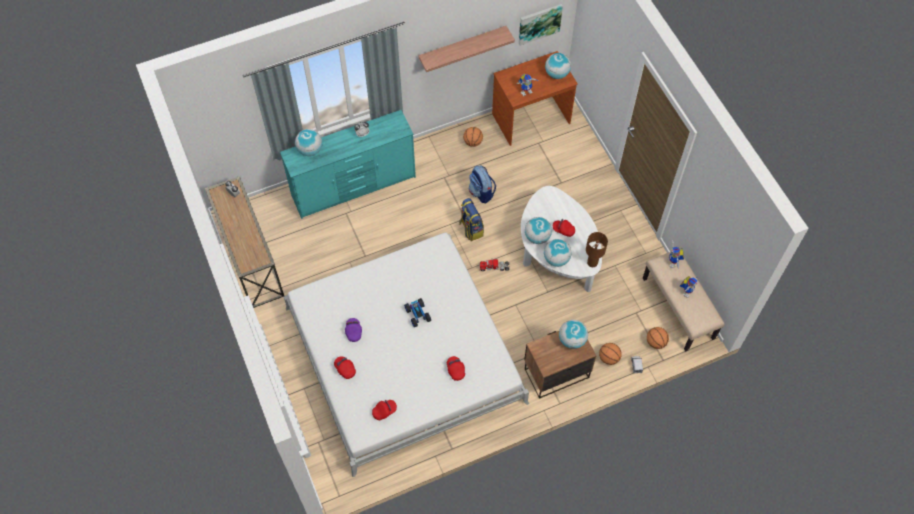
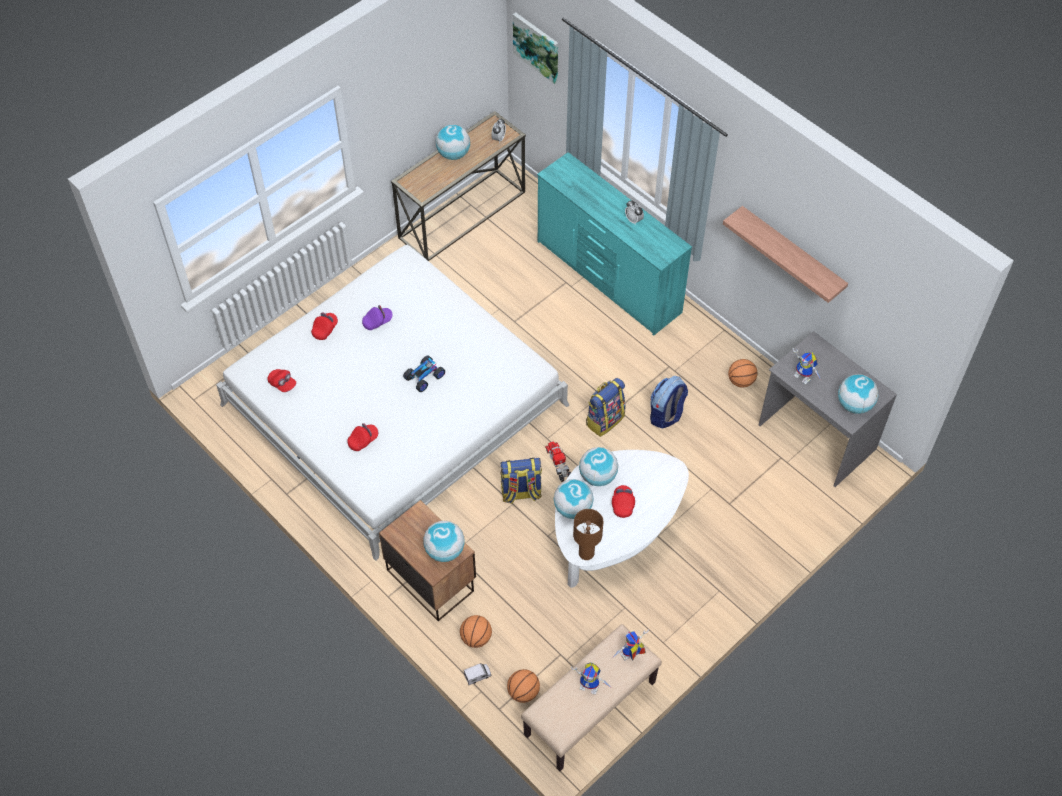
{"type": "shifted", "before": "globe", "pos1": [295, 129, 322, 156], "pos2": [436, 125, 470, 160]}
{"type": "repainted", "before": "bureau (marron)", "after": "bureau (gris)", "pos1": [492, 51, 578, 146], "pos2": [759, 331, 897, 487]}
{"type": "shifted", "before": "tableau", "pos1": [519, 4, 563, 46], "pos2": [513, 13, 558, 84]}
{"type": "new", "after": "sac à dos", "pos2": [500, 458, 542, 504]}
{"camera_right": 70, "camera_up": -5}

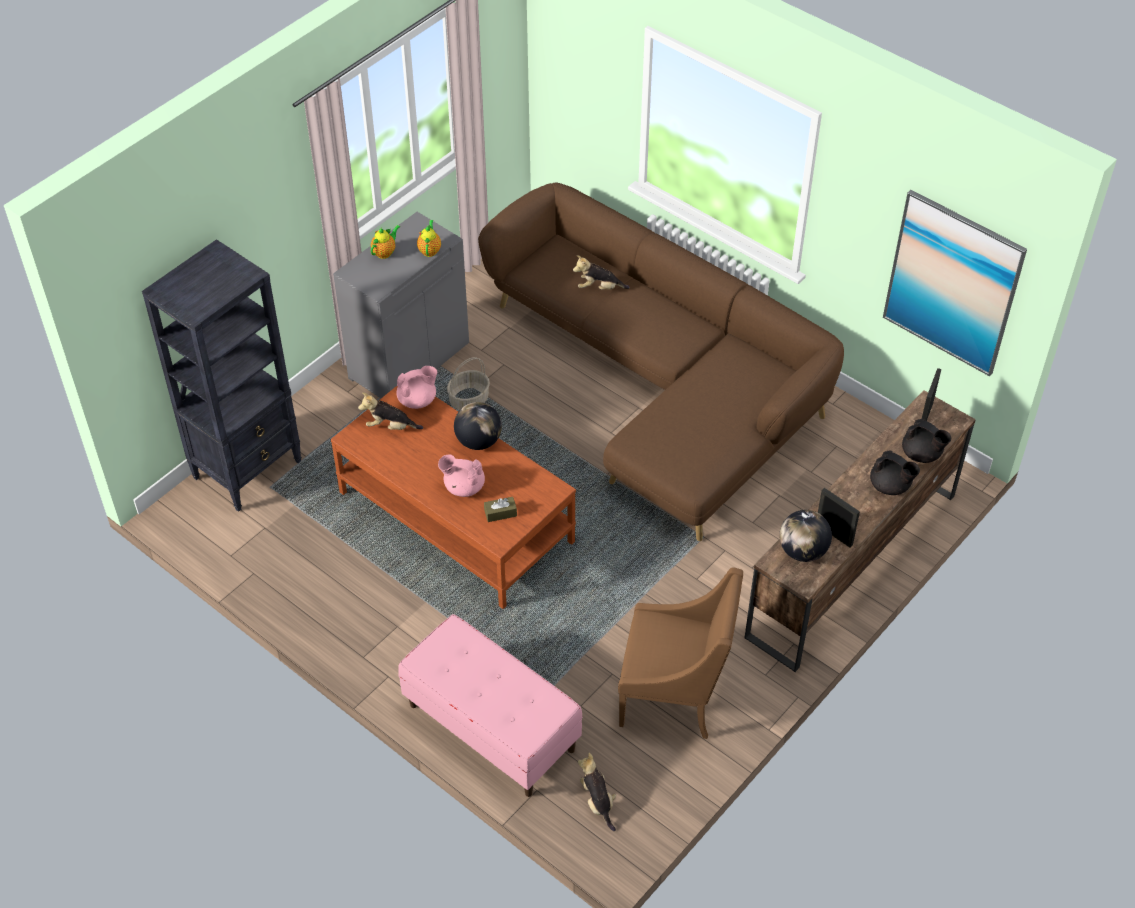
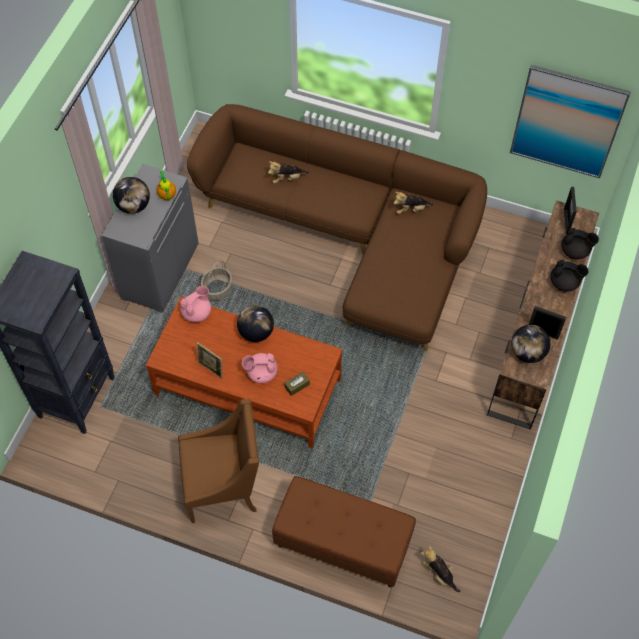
{"type": "shifted", "before": "peluche", "pos1": [358, 392, 423, 430], "pos2": [394, 192, 433, 214]}
{"type": "swapped", "before": "théière", "after": "globe", "pos1": [371, 225, 400, 259], "pos2": [113, 177, 150, 214]}
{"type": "repainted", "before": "banc (rose)", "after": "banc (marron)", "pos1": [398, 614, 582, 797], "pos2": [272, 476, 416, 587]}
{"type": "shifted", "before": "fauteuil (marron)", "pos1": [618, 567, 743, 739], "pos2": [178, 399, 259, 523]}
{"type": "new", "after": "cadre photo", "pos2": [197, 342, 222, 379]}
{"camera_right": -20, "camera_up": 10}

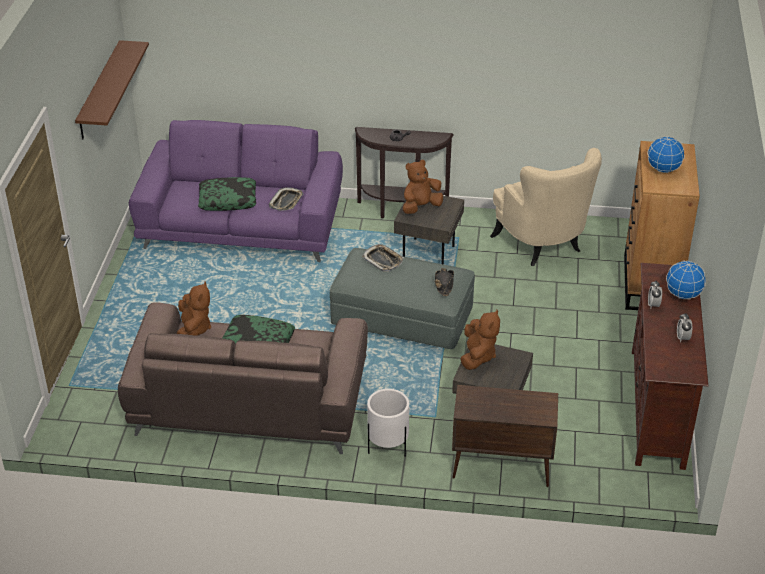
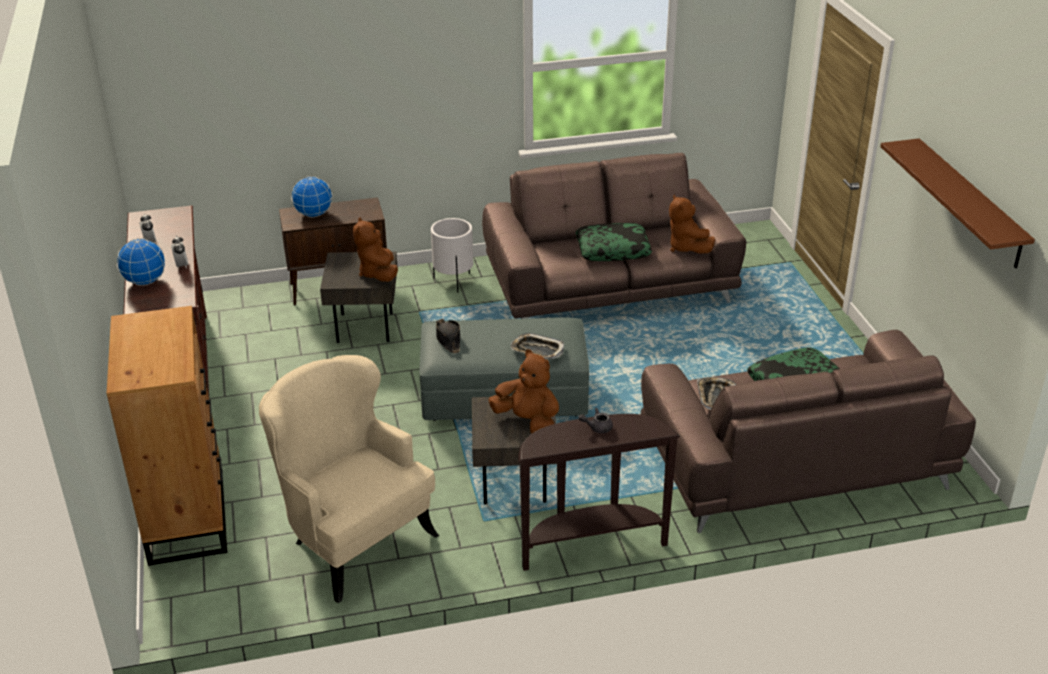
{"type": "repainted", "before": "canapé (violet)", "after": "canapé (marron)", "pos1": [129, 120, 343, 262], "pos2": [641, 330, 976, 533]}
{"type": "rotated", "before": "peluche (marron)", "pos1": [403, 160, 443, 214], "pos2": [488, 349, 559, 433], "turn": -90}
{"type": "shifted", "before": "globe", "pos1": [647, 136, 685, 173], "pos2": [291, 176, 333, 217]}
{"camera_right": 160, "camera_up": -5}

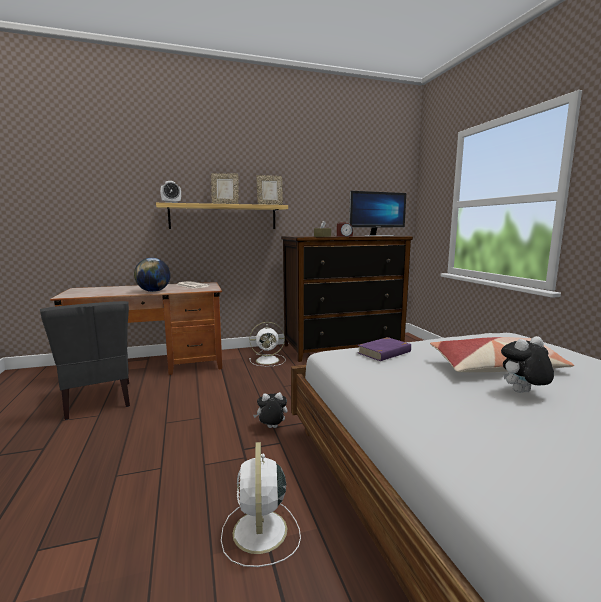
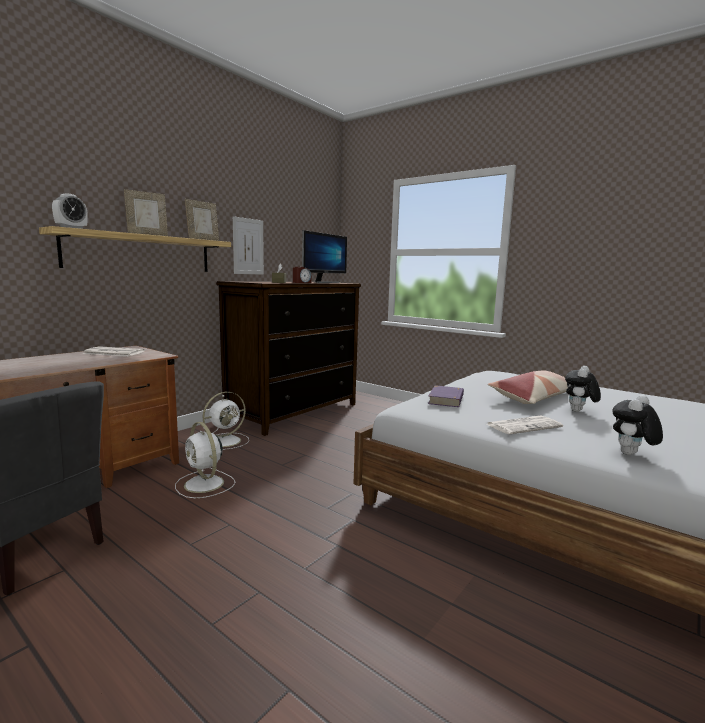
{"type": "gone", "before": "globe", "pos1": [134, 258, 171, 292]}
{"type": "shifted", "before": "ventilateur (blanc)", "pos1": [221, 442, 301, 567], "pos2": [175, 422, 235, 498]}
{"type": "shifted", "before": "peluche", "pos1": [253, 392, 288, 428], "pos2": [612, 395, 663, 455]}
{"type": "new", "after": "tableau", "pos2": [233, 216, 264, 275]}
{"type": "new", "after": "journal", "pos2": [487, 416, 563, 435]}
{"camera_right": -35, "camera_up": 0}

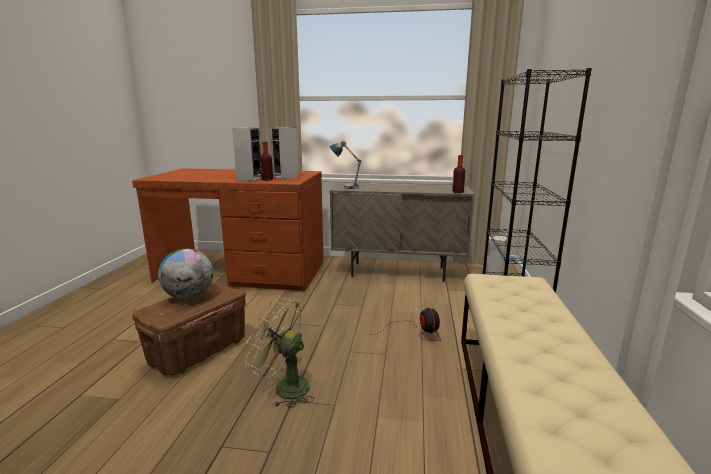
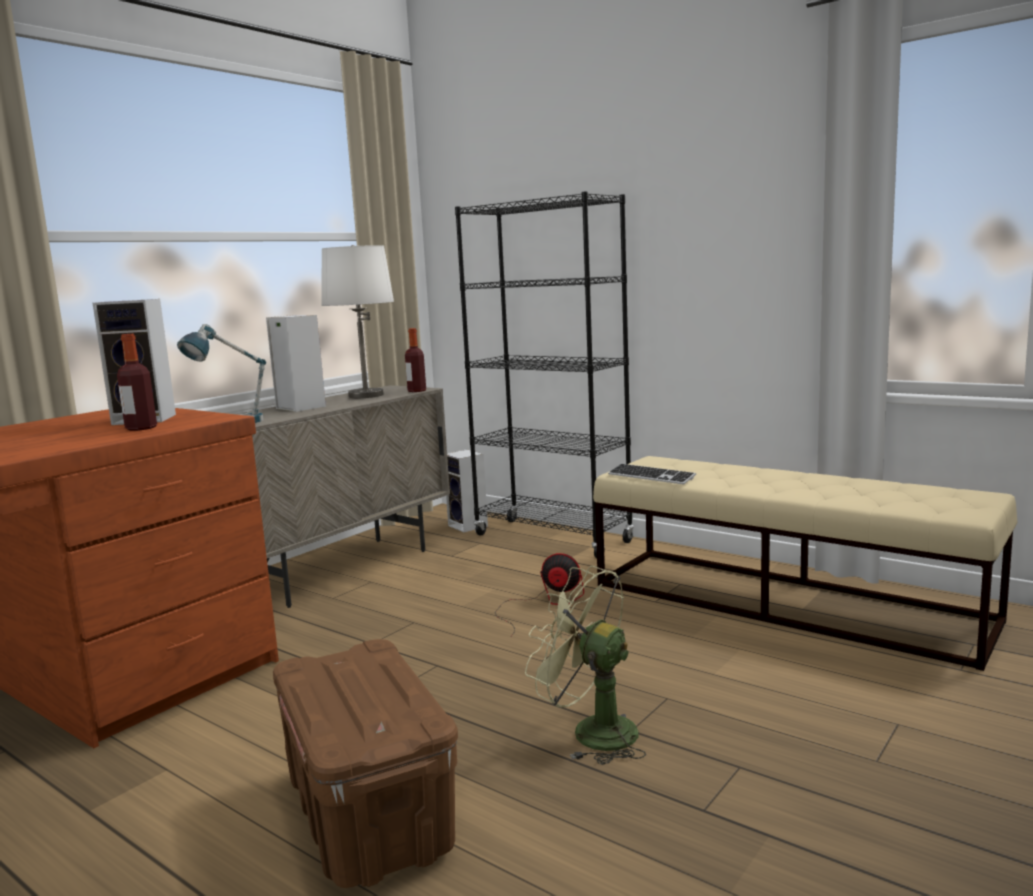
{"type": "gone", "before": "globe", "pos1": [158, 249, 213, 299]}
{"type": "shifted", "before": "enceinte", "pos1": [232, 128, 262, 181], "pos2": [266, 315, 326, 412]}
{"type": "rotated", "before": "ventilateur (vert)", "pos1": [245, 298, 314, 408], "pos2": [525, 566, 646, 765], "turn": 75}
{"type": "new", "after": "lampe de table (blanc)", "pos2": [321, 245, 394, 398]}
{"type": "new", "after": "clavier", "pos2": [608, 464, 696, 485]}
{"camera_right": -60, "camera_up": -5}

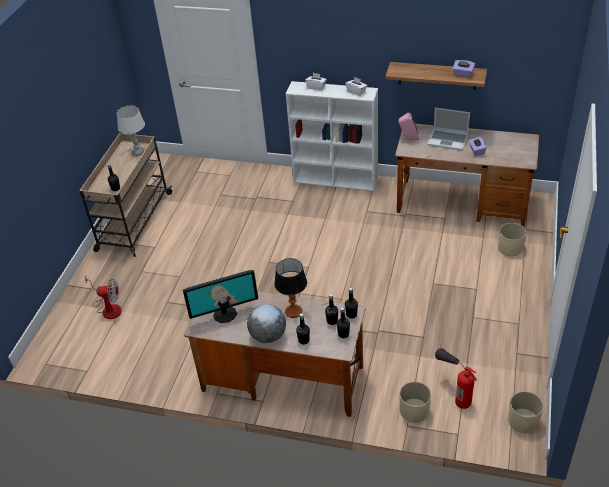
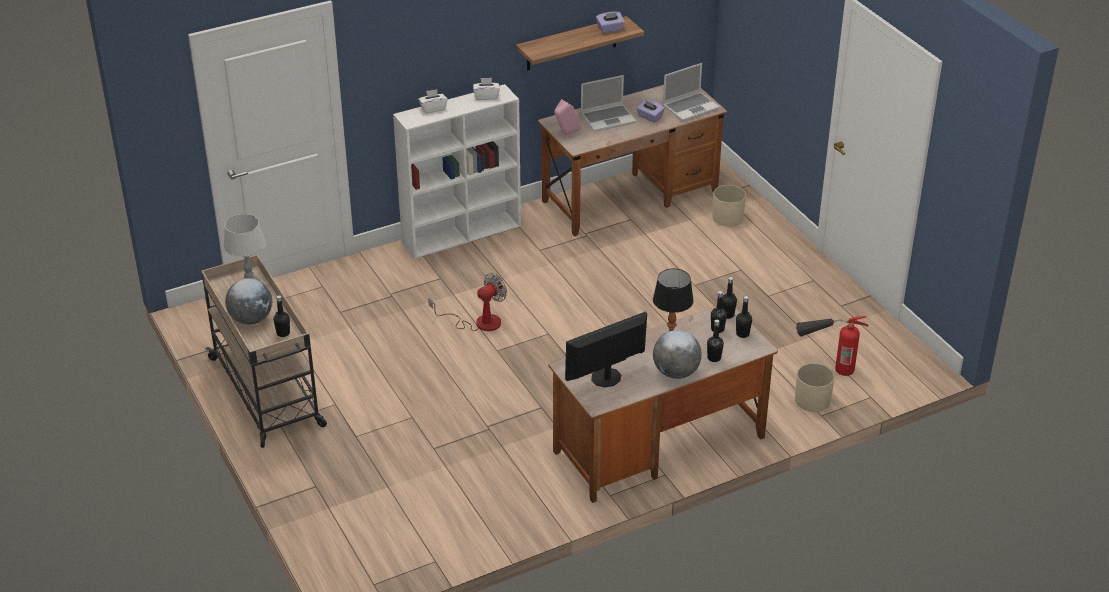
{"type": "shifted", "before": "ventilateur", "pos1": [85, 275, 122, 319], "pos2": [428, 273, 507, 331]}
{"type": "rotated", "before": "écran d'ordinateur", "pos1": [183, 270, 258, 323], "pos2": [565, 311, 647, 387], "turn": -150}
{"type": "gone", "before": "cache-pot (beige)", "pos1": [508, 391, 543, 433]}
{"type": "new", "after": "globe", "pos2": [225, 278, 272, 325]}
{"type": "new", "after": "ordinateur portable", "pos2": [663, 63, 720, 121]}
{"camera_right": -45, "camera_up": -5}

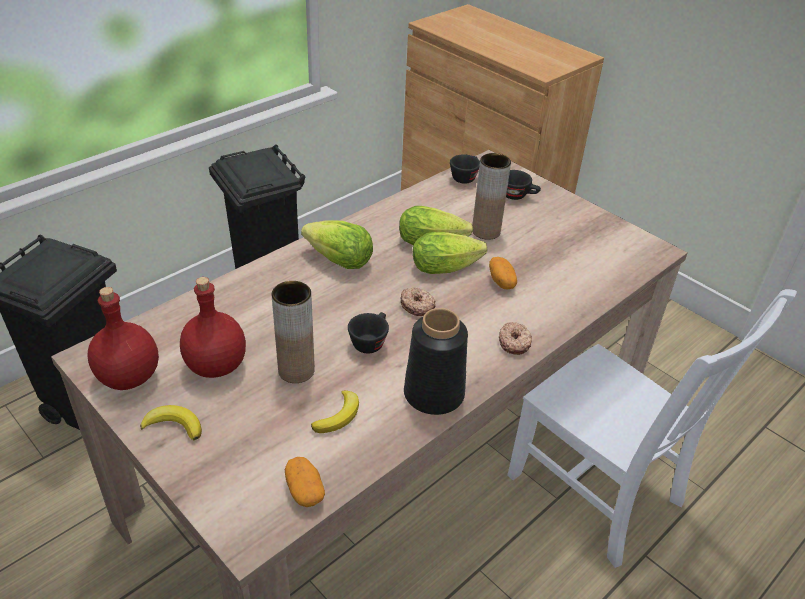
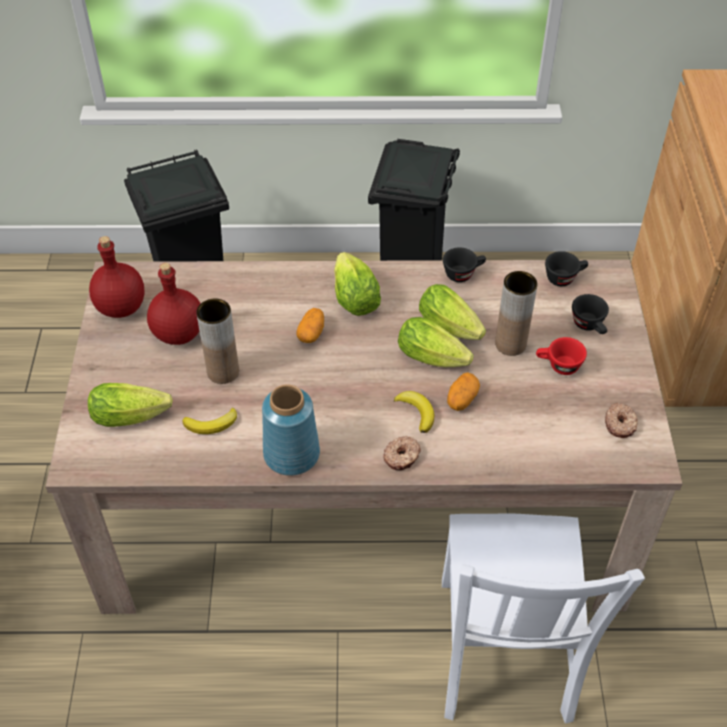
{"type": "shifted", "before": "banane", "pos1": [140, 405, 202, 441], "pos2": [394, 391, 434, 433]}
{"type": "shifted", "before": "pomme de terre", "pos1": [285, 457, 325, 507], "pos2": [296, 308, 324, 343]}
{"type": "shifted", "before": "tasse (noir)", "pos1": [348, 312, 389, 353], "pos2": [443, 247, 486, 282]}
{"type": "shifted", "before": "beignet", "pos1": [401, 287, 436, 316], "pos2": [605, 403, 638, 438]}
{"type": "repainted", "before": "vase (noir)", "after": "vase (bleu)", "pos1": [404, 308, 468, 415], "pos2": [262, 384, 320, 476]}
{"type": "new", "after": "laitue", "pos2": [88, 383, 173, 427]}
{"type": "new", "after": "tasse (rouge)", "pos2": [536, 337, 587, 375]}
{"camera_right": 45, "camera_up": 10}

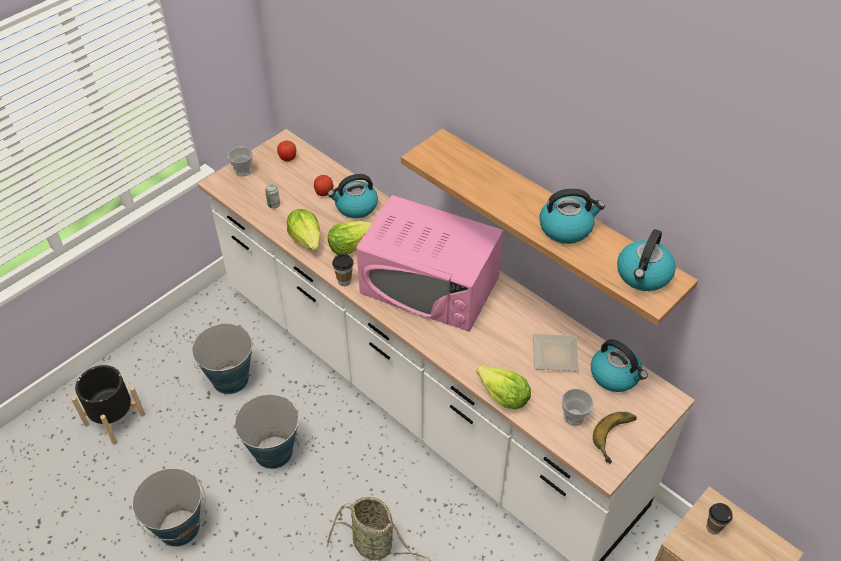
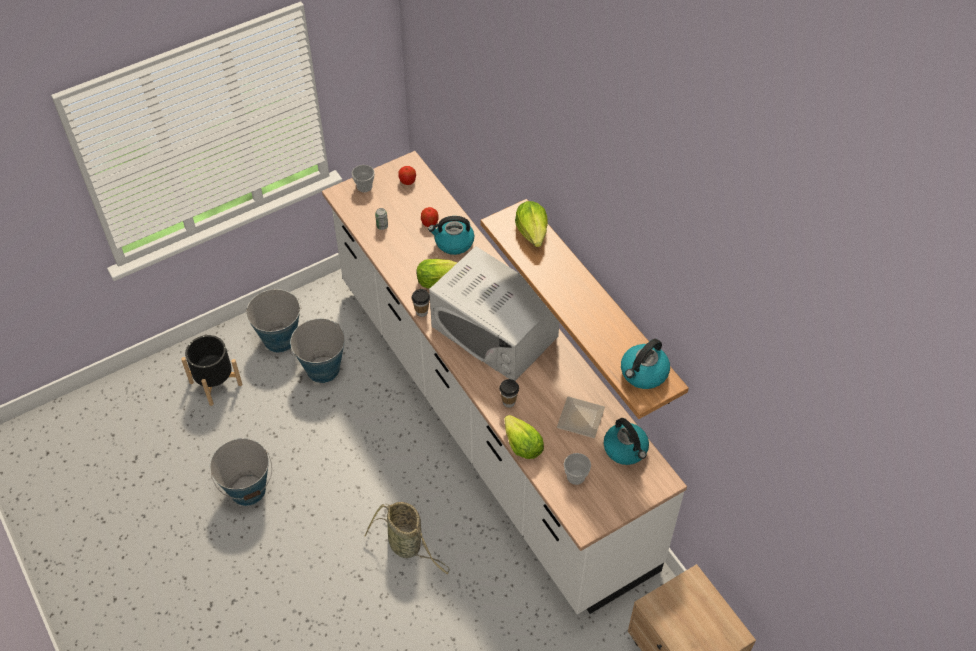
{"type": "shifted", "before": "seau", "pos1": [233, 394, 299, 469], "pos2": [246, 289, 302, 353]}
{"type": "shifted", "before": "laitue", "pos1": [287, 209, 321, 251], "pos2": [515, 201, 548, 247]}
{"type": "repainted", "before": "micro-ondes (rose)", "after": "micro-ondes (blanc)", "pos1": [356, 195, 504, 332], "pos2": [429, 246, 559, 381]}
{"type": "gone", "before": "bouilloire", "pos1": [540, 188, 605, 244]}
{"type": "gone", "before": "banane", "pos1": [593, 412, 637, 464]}
{"type": "shifted", "before": "tasse", "pos1": [706, 503, 733, 535], "pos2": [499, 379, 519, 408]}
{"camera_right": 15, "camera_up": 5}

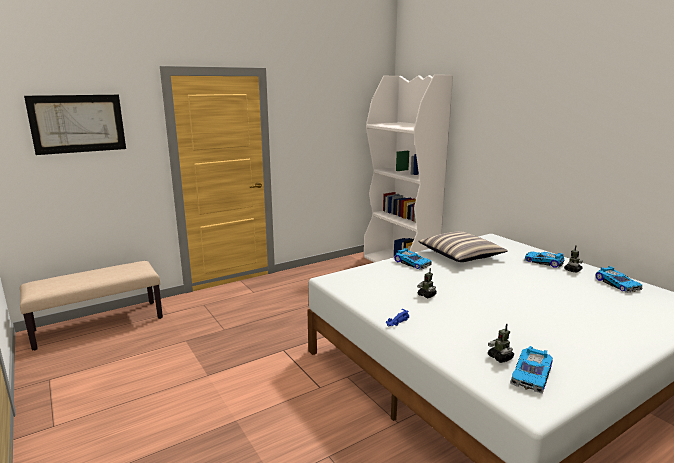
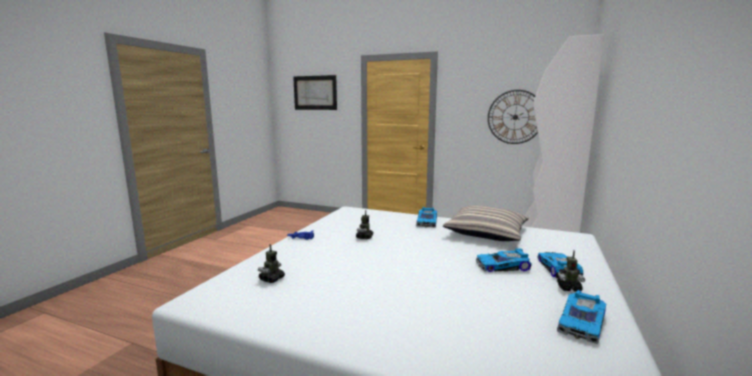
{"type": "gone", "before": "banc (beige)", "pos1": [20, 261, 163, 351]}
{"type": "shifted", "before": "petite voiture", "pos1": [510, 346, 553, 394], "pos2": [476, 248, 532, 272]}
{"type": "new", "after": "horloge murale", "pos2": [488, 90, 538, 144]}
{"camera_right": 55, "camera_up": -5}

